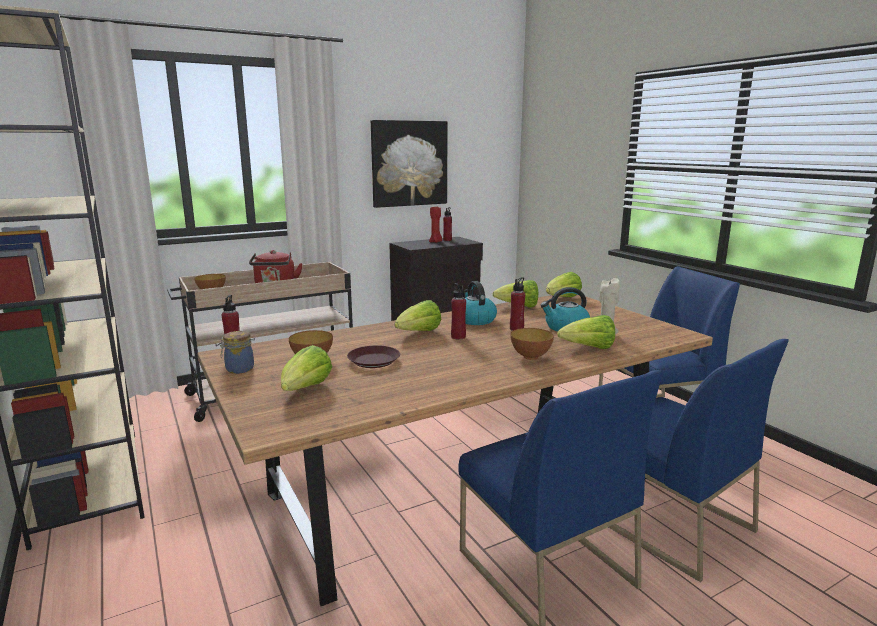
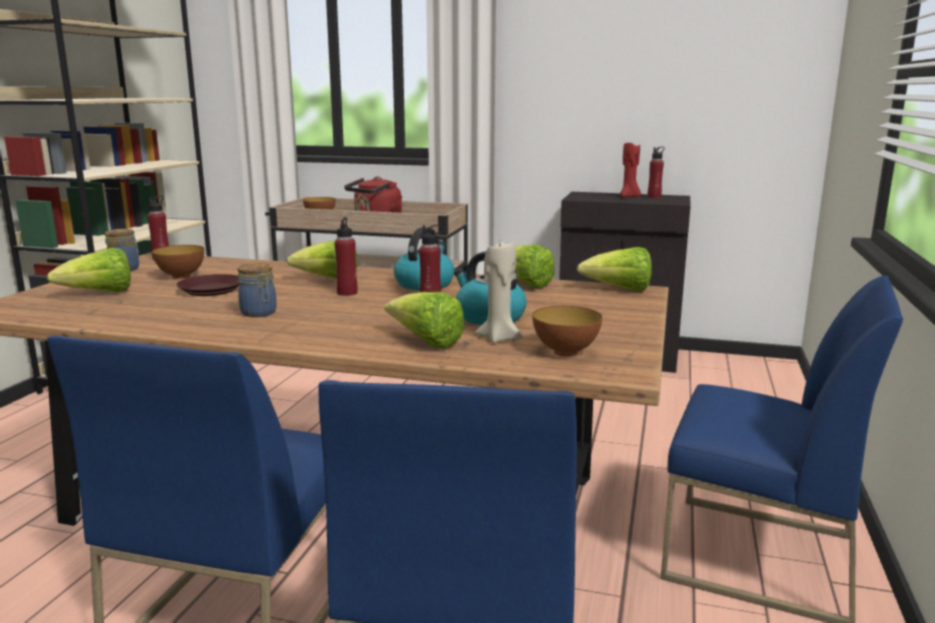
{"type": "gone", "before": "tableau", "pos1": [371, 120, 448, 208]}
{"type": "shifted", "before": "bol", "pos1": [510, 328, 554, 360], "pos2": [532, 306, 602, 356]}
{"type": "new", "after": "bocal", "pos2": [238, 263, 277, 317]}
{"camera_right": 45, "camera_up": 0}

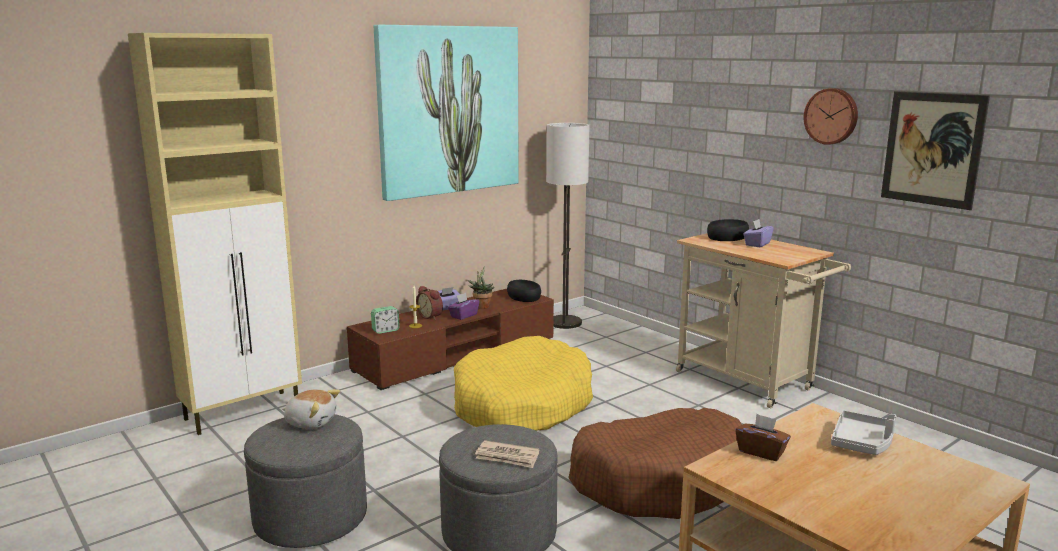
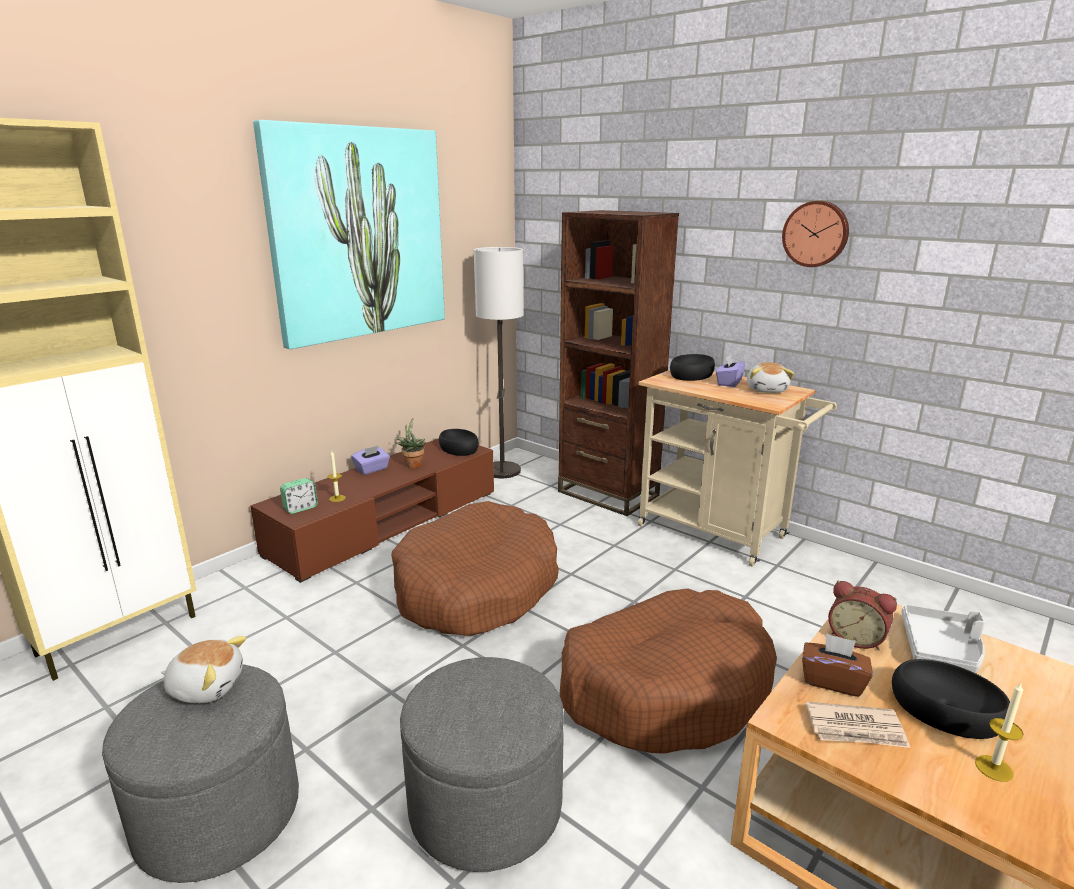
{"type": "shifted", "before": "réveil", "pos1": [416, 286, 443, 320], "pos2": [828, 580, 897, 650]}
{"type": "gone", "before": "boîte à mouchoirs (violet)", "pos1": [448, 293, 480, 320]}
{"type": "repainted", "before": "panier pour chien (jaune)", "after": "panier pour chien (marron)", "pos1": [454, 336, 593, 431], "pos2": [391, 501, 559, 636]}
{"type": "shifted", "before": "journal", "pos1": [475, 440, 539, 468], "pos2": [805, 702, 910, 748]}
{"type": "gone", "before": "tableau", "pos1": [881, 91, 990, 210]}
{"type": "new", "after": "bibliothèque (marron)", "pos2": [558, 210, 679, 516]}
{"type": "new", "after": "peluche", "pos2": [747, 362, 794, 393]}
{"type": "new", "after": "bol (noir)", "pos2": [892, 659, 1010, 739]}
{"type": "new", "after": "bougie", "pos2": [975, 683, 1024, 782]}
{"camera_right": -10, "camera_up": 5}

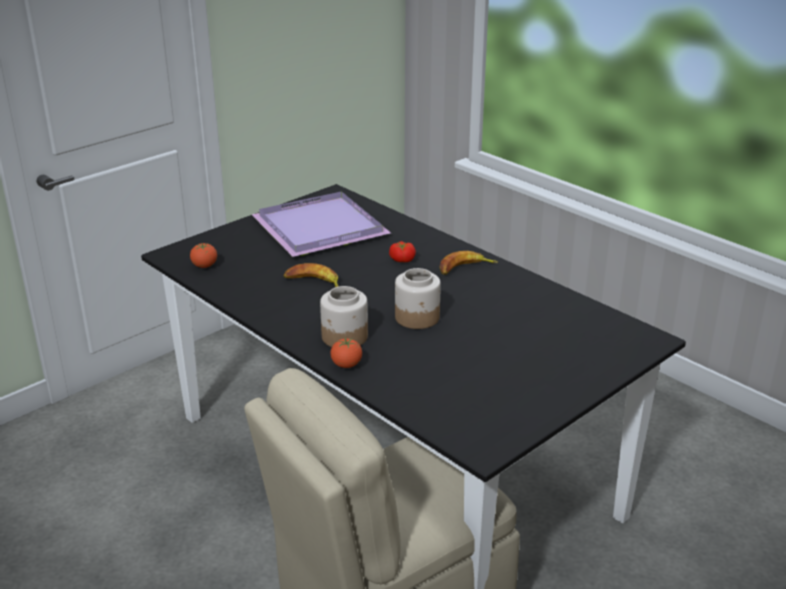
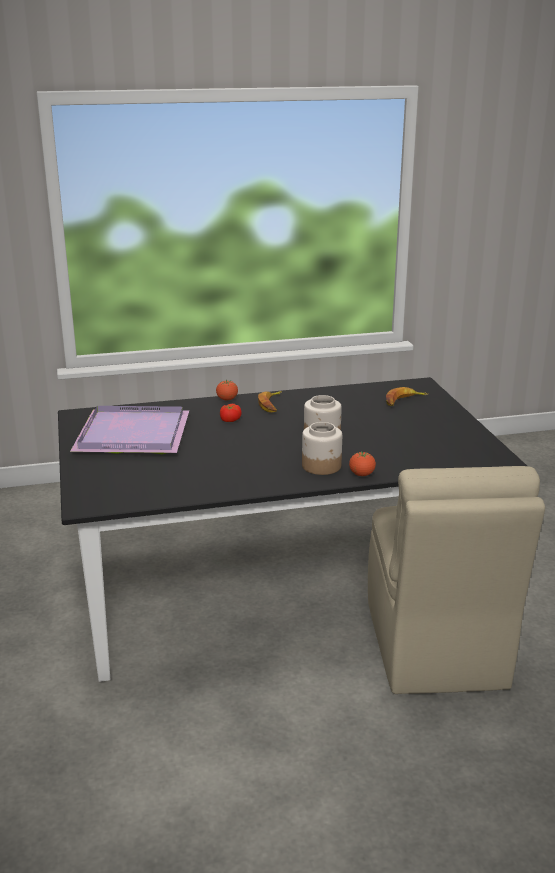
{"type": "shifted", "before": "tomate", "pos1": [190, 243, 217, 268], "pos2": [216, 380, 238, 401]}
{"type": "shifted", "before": "banane", "pos1": [284, 263, 339, 287], "pos2": [386, 387, 428, 406]}
{"camera_right": -60, "camera_up": -5}

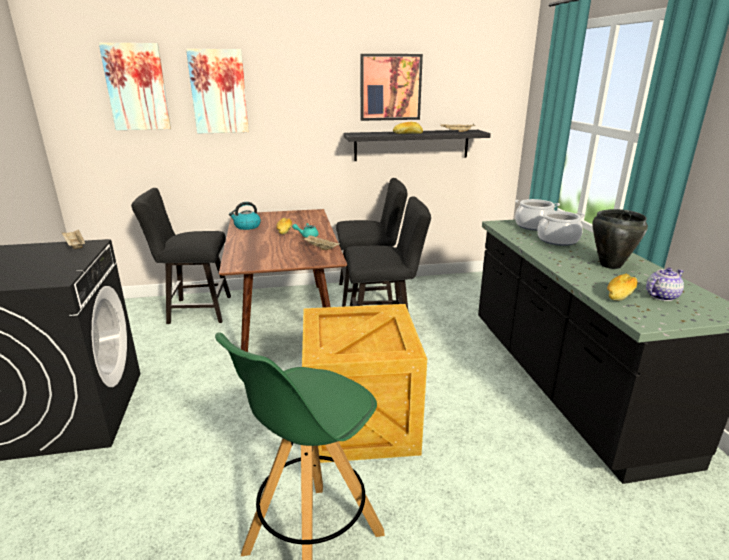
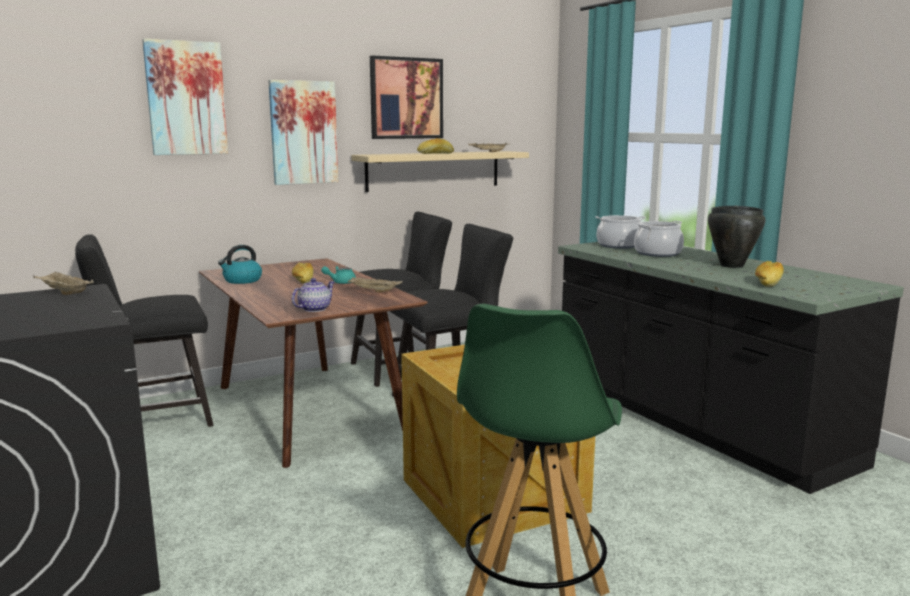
{"type": "shifted", "before": "tableau", "pos1": [99, 43, 171, 130], "pos2": [268, 80, 338, 185]}
{"type": "repainted", "before": "étagère (noir)", "after": "étagère (beige)", "pos1": [344, 130, 491, 161], "pos2": [351, 151, 529, 192]}
{"type": "shifted", "before": "théière", "pos1": [646, 268, 684, 301], "pos2": [292, 278, 335, 312]}
{"camera_right": -20, "camera_up": -10}

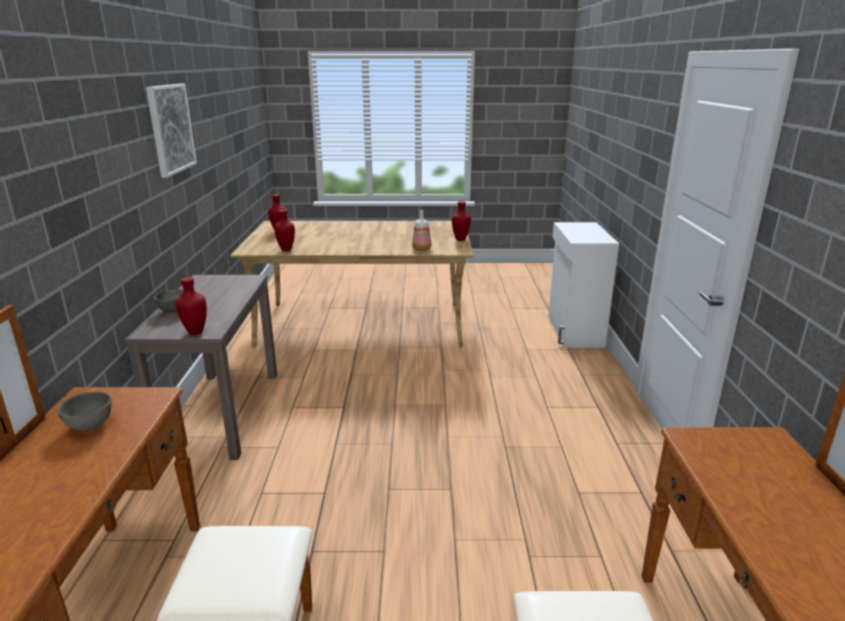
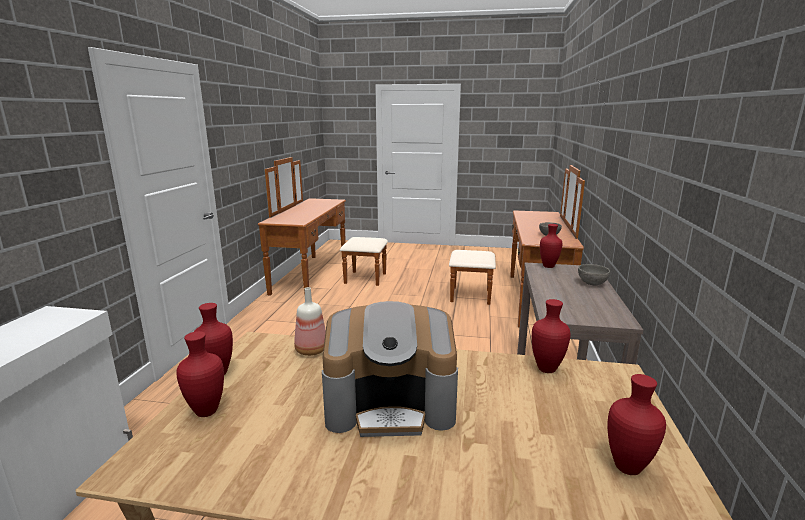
{"type": "gone", "before": "tableau", "pos1": [146, 84, 197, 178]}
{"type": "new", "after": "vase (rouge)", "pos2": [176, 331, 224, 417]}
{"type": "new", "after": "machine à café", "pos2": [322, 301, 458, 437]}
{"camera_right": -170, "camera_up": -5}

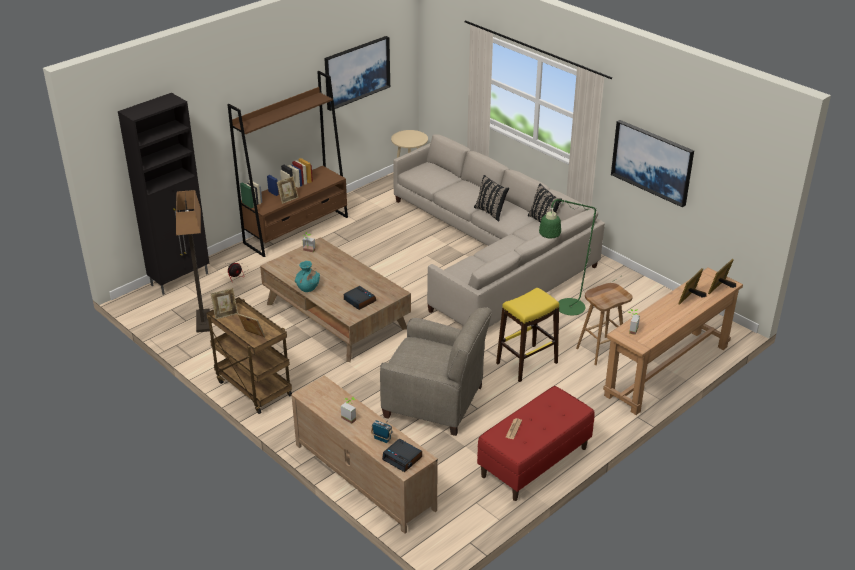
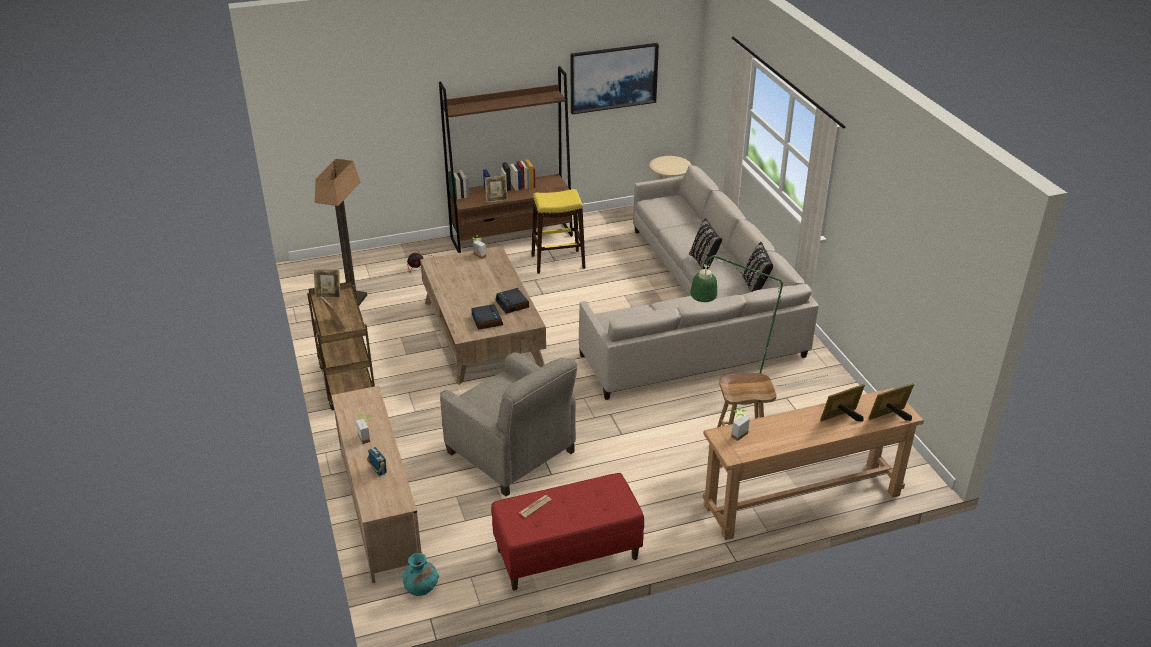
{"type": "gone", "before": "meuble de rangement (noir)", "pos1": [118, 93, 209, 295]}
{"type": "shifted", "before": "vase (turquoise)", "pos1": [295, 261, 320, 292], "pos2": [402, 553, 439, 596]}
{"type": "shifted", "before": "réveil", "pos1": [382, 438, 422, 472], "pos2": [495, 288, 529, 314]}
{"type": "shifted", "before": "tabouret (jaune)", "pos1": [496, 288, 559, 382], "pos2": [532, 189, 585, 274]}
{"type": "gone", "before": "tableau", "pos1": [611, 120, 694, 207]}
{"camera_right": 25, "camera_up": 0}

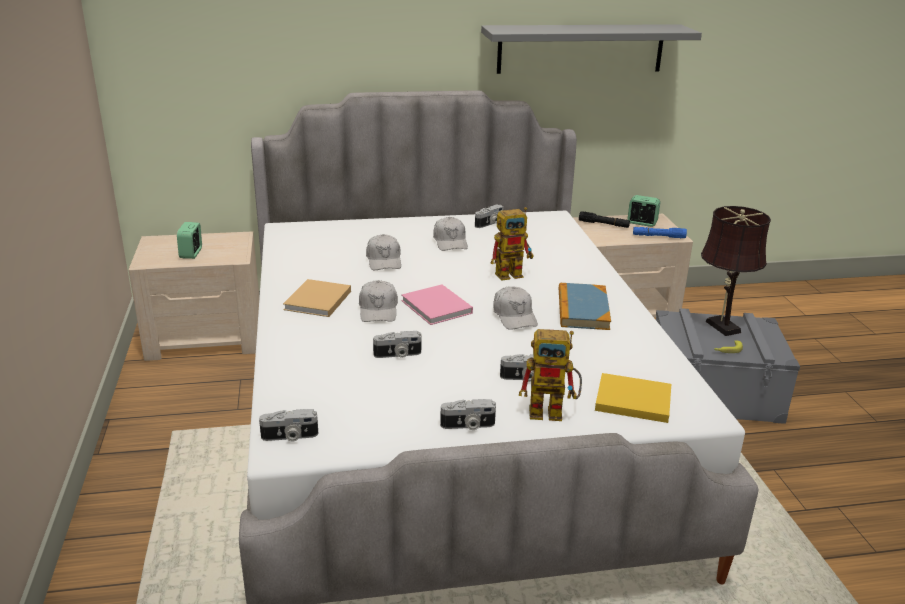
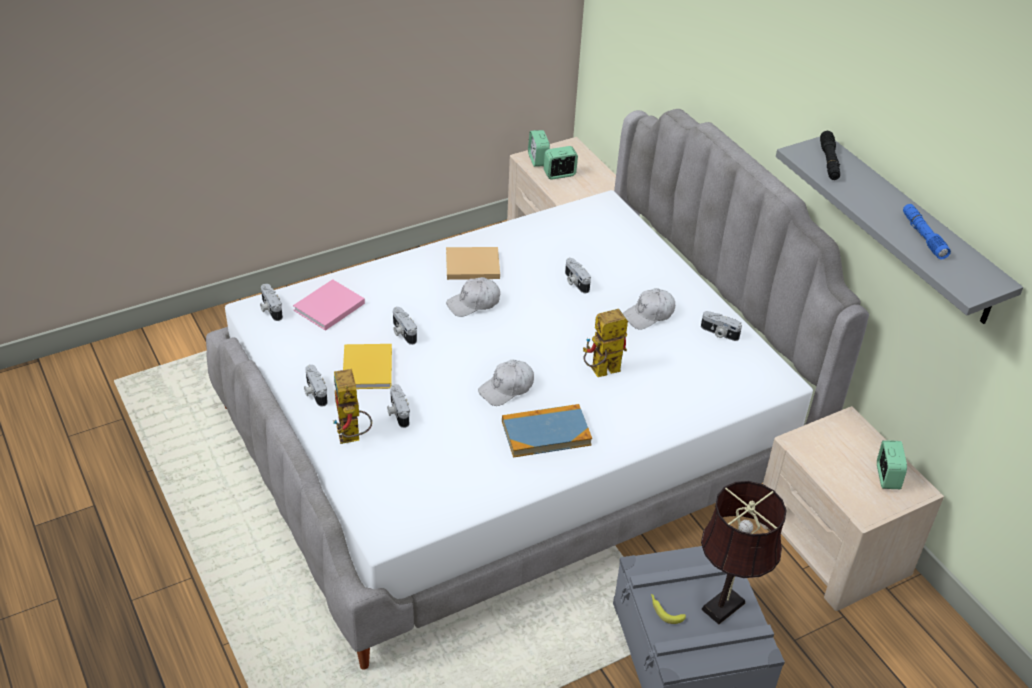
{"type": "swapped", "before": "casquette (blanc)", "after": "appareil photo", "pos1": [366, 234, 401, 270], "pos2": [565, 258, 591, 293]}
{"type": "shifted", "before": "livre (rose)", "pos1": [401, 285, 473, 325], "pos2": [293, 279, 365, 331]}
{"type": "rotated", "before": "robot jouet", "pos1": [491, 207, 534, 281], "pos2": [583, 309, 628, 377], "turn": 105}
{"type": "shifted", "before": "lampe de poche (noir)", "pos1": [579, 211, 630, 228], "pos2": [820, 131, 840, 180]}
{"type": "shifted", "before": "livre (jaune)", "pos1": [595, 373, 671, 423], "pos2": [343, 344, 392, 389]}
{"type": "shifted", "before": "lampe de poche (bleu)", "pos1": [633, 227, 687, 238], "pos2": [903, 204, 951, 259]}
{"type": "new", "after": "réveil", "pos2": [528, 130, 550, 167]}
{"camera_right": 70, "camera_up": 15}

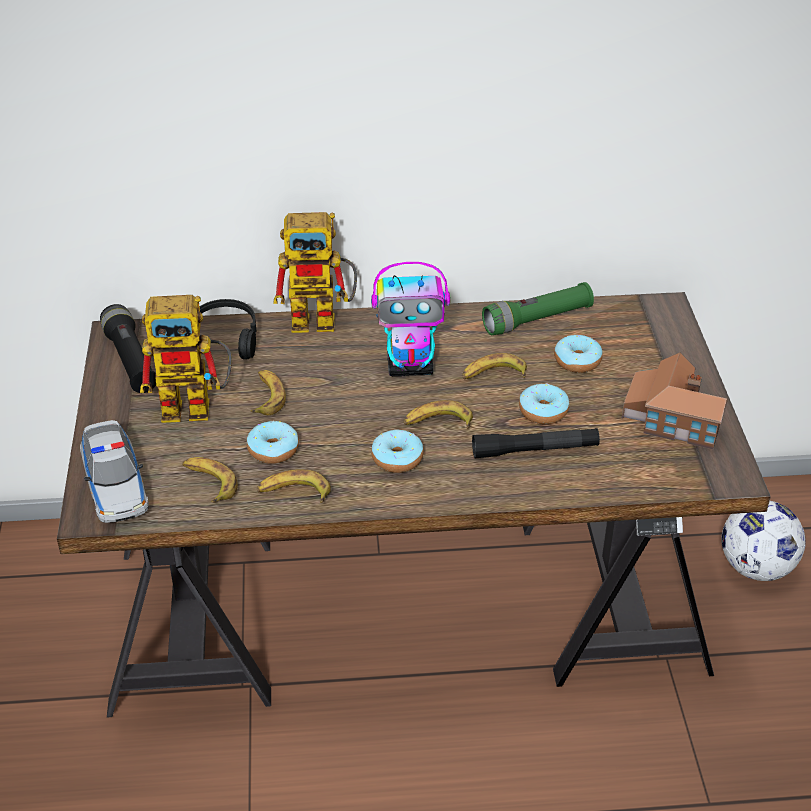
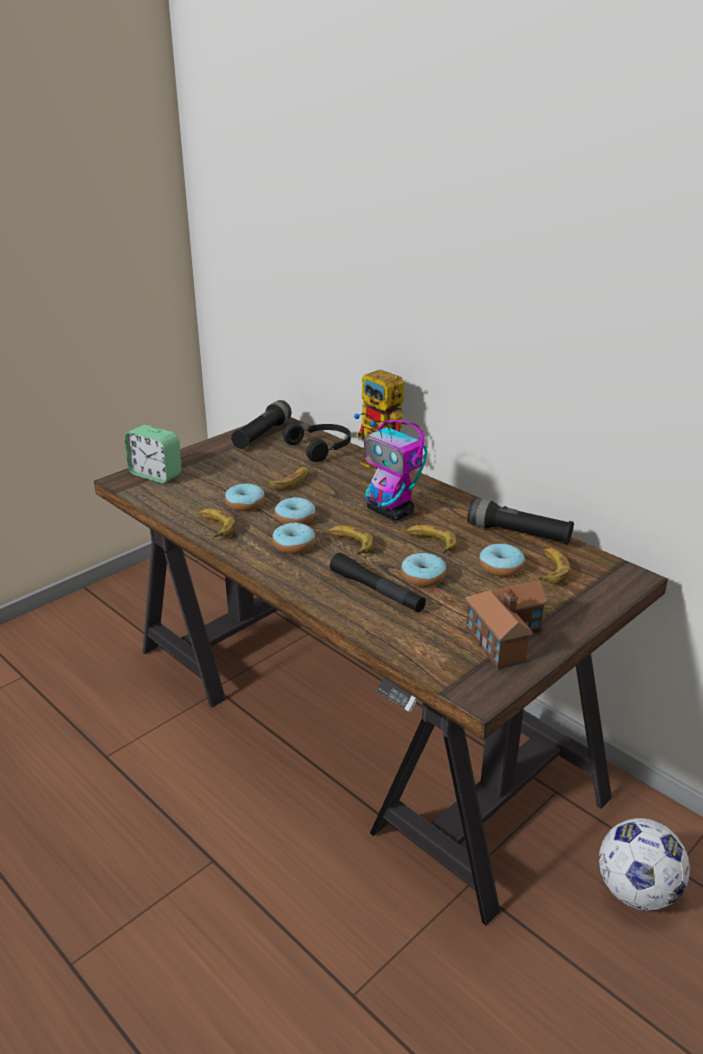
{"type": "swapped", "before": "petite voiture", "after": "réveil", "pos1": [80, 420, 149, 523], "pos2": [125, 425, 182, 483]}
{"type": "gone", "before": "robot jouet", "pos1": [140, 295, 232, 423]}
{"type": "shifted", "before": "banane", "pos1": [182, 457, 238, 503], "pos2": [538, 548, 570, 584]}
{"type": "repainted", "before": "lampe de poche (vert)", "after": "lampe de poche (noir)", "pos1": [482, 282, 594, 335], "pos2": [467, 498, 574, 545]}
{"type": "new", "after": "beignet", "pos2": [275, 497, 316, 525]}
{"camera_right": 50, "camera_up": -10}

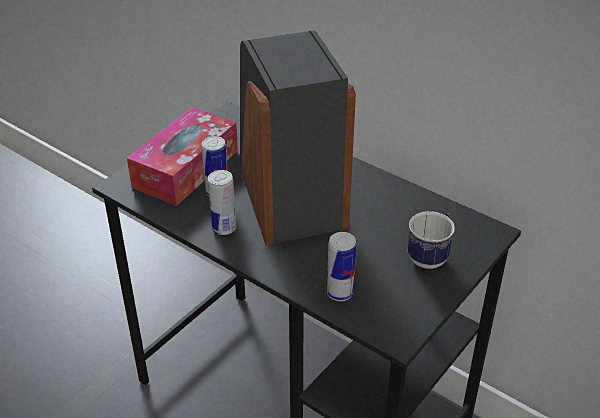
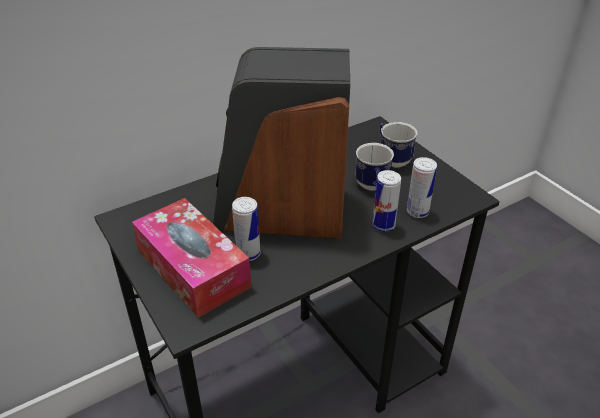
{"type": "shifted", "before": "boîte métallique", "pos1": [208, 170, 236, 235], "pos2": [372, 170, 401, 232]}
{"type": "new", "after": "mug", "pos2": [356, 143, 394, 191]}
{"camera_right": -70, "camera_up": 0}

